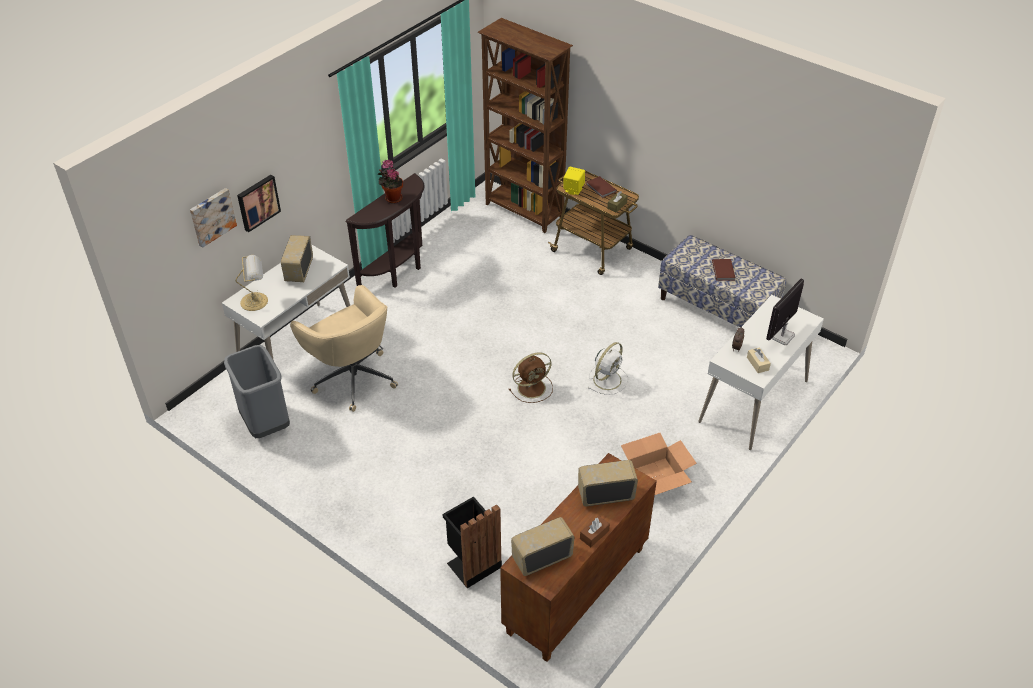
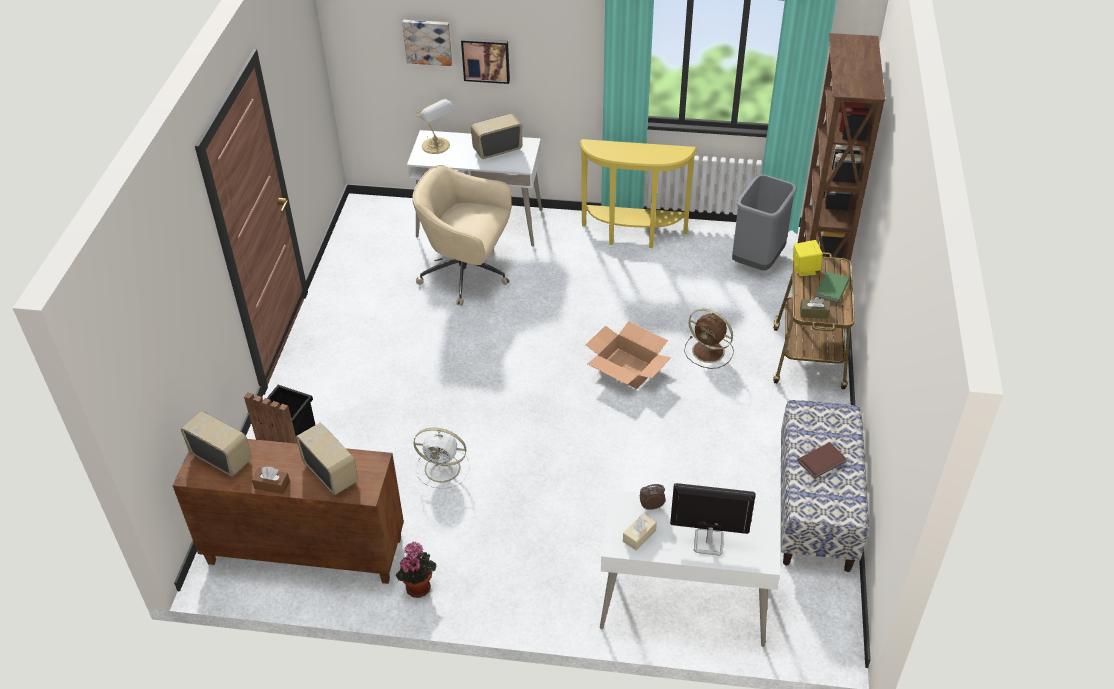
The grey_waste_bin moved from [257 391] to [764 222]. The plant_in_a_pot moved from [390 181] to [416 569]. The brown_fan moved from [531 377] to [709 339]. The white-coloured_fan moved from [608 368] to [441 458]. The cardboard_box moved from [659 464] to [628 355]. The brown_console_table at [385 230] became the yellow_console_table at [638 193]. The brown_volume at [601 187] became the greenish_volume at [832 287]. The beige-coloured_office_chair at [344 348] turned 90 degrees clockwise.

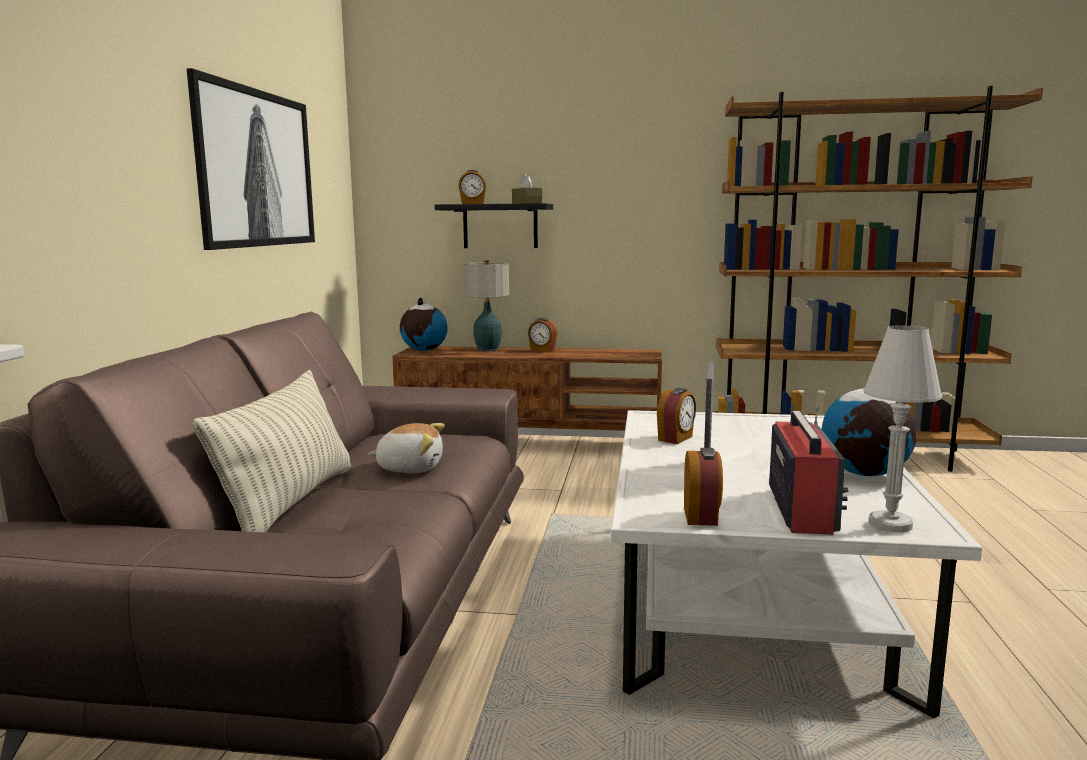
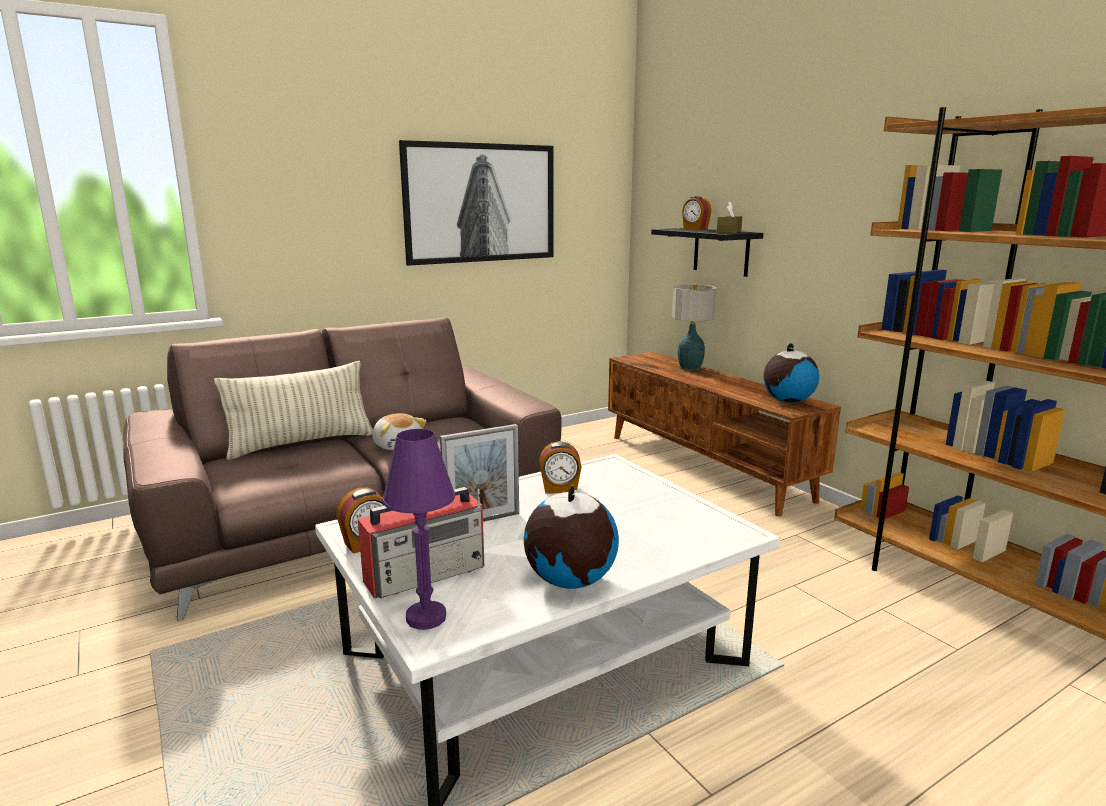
The table_clock at [543 335] disappeared. The desk_globe moved from [423 324] to [791 373]. The white-coloured_table_lamp at [902 429] became the purple-coloured_table_lamp at [418 529].

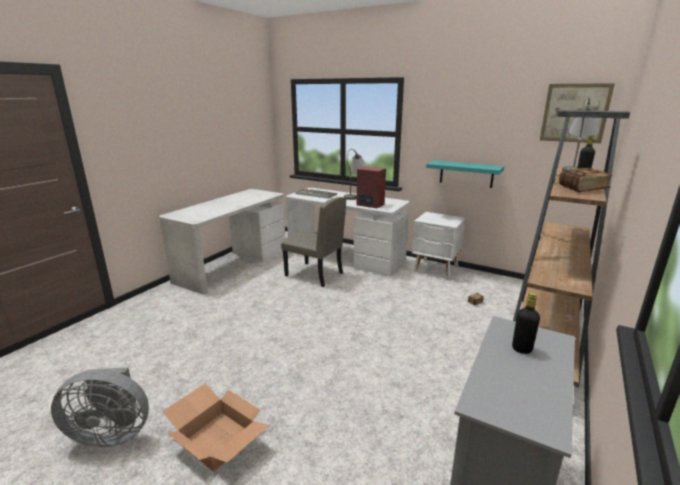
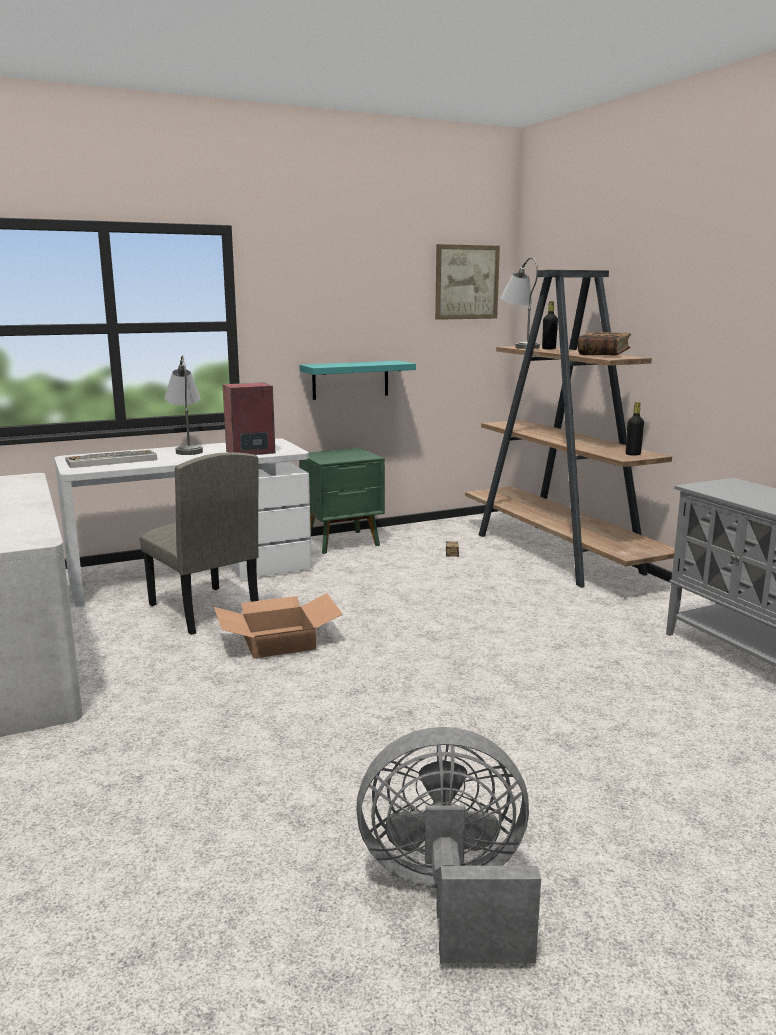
The cardboard_box moved from [215 427] to [278 626]. The black_beverage_bottle moved from [526 323] to [635 429]. The white-coloured_night_table at [439 246] became the greenish_night_table at [342 501]. The grey_fan at [100 407] turned 120 degrees counterclockwise. The beige-coloured_upright_chair at [313 242] turned 75 degrees clockwise.

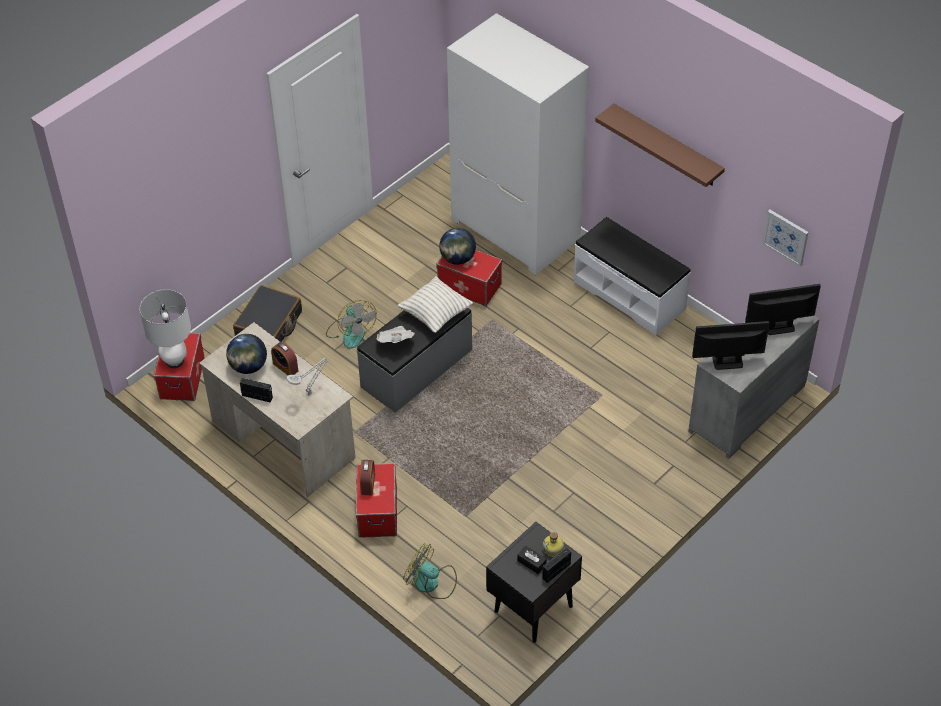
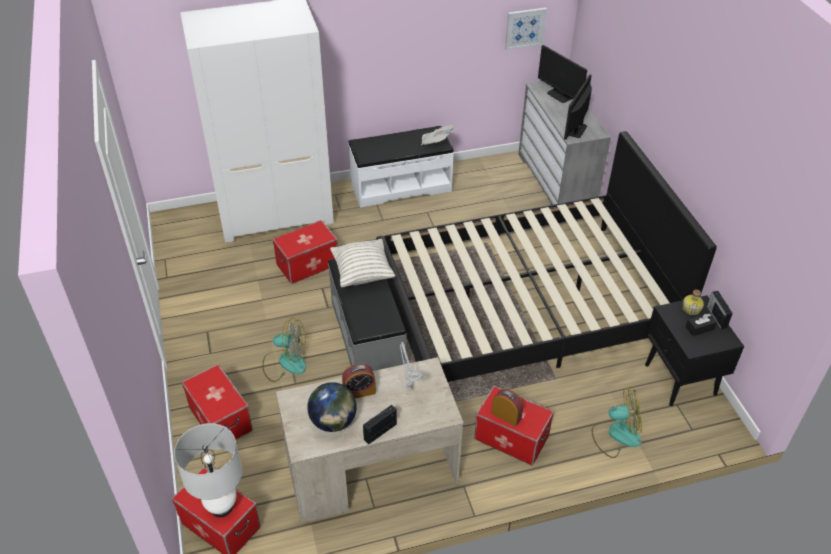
The desk_globe at [457 246] disappeared. The brown_wall_shelf at [660 145] disappeared. The black_sleeping_bed at [546 256] appeared. The newspaper moved from [396 334] to [437 135]. The black_piece_of_luggage at [267 313] was replaced by the storage_box at [217 407]. The fan at [430 571] turned 150 degrees counterclockwise. The computer_display at [783 309] turned 60 degrees counterclockwise.

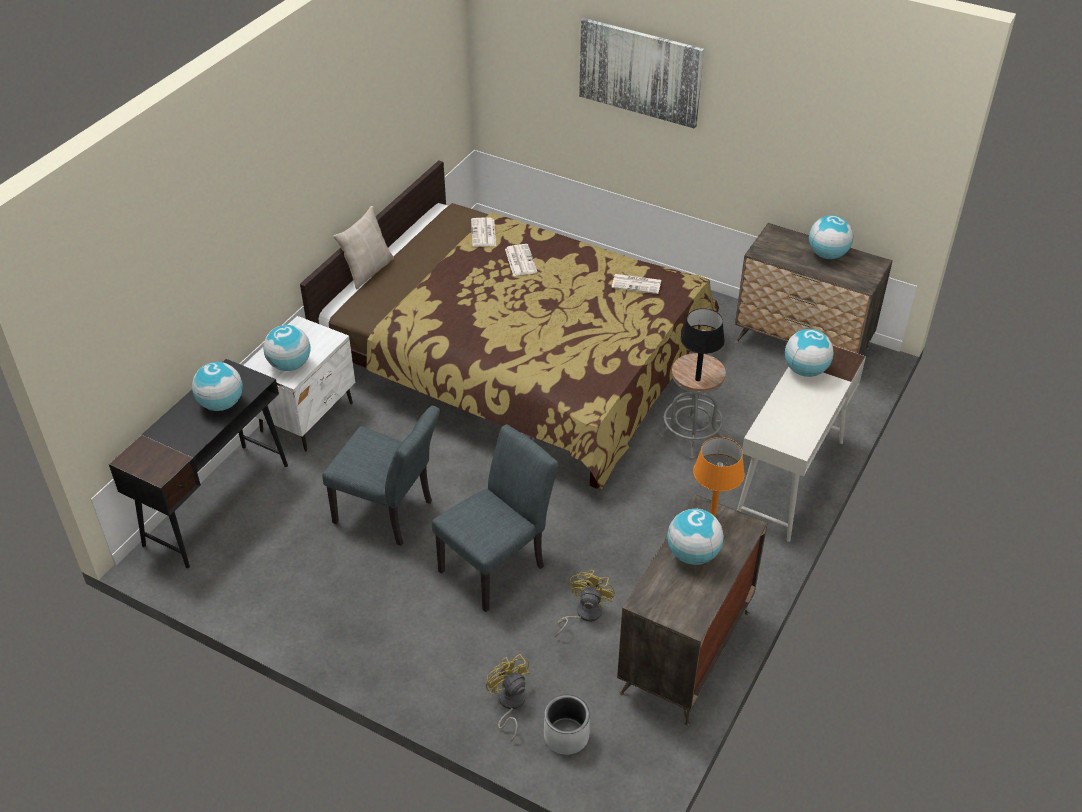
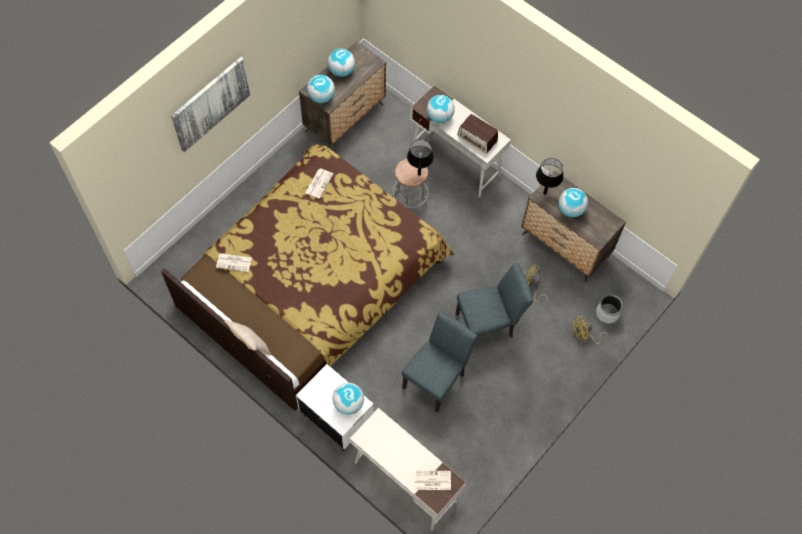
The radio at [477 133] appeared. The desk_globe moved from [217 386] to [321 89]. The newspaper moved from [521 260] to [432 480]. The black_desk_table at [198 463] became the white-coloured_desk_table at [408 469]. The orange_table_lamp at [719 476] became the black_table_lamp at [549 176]. The grey_upright_chair at [495 518] turned 105 degrees clockwise.

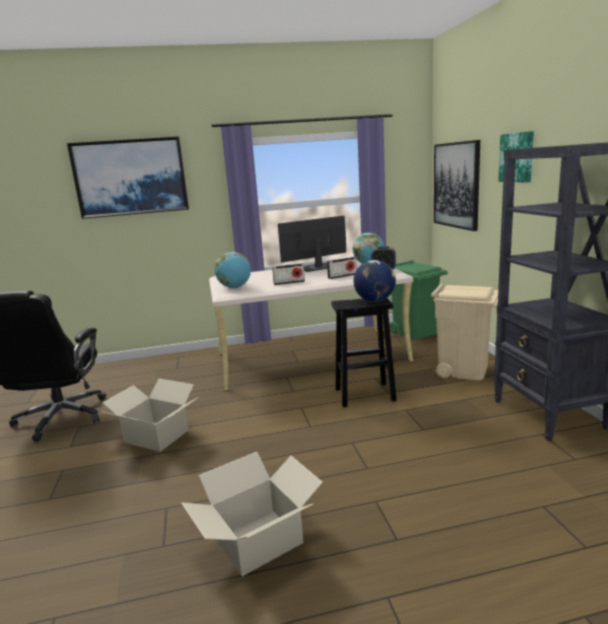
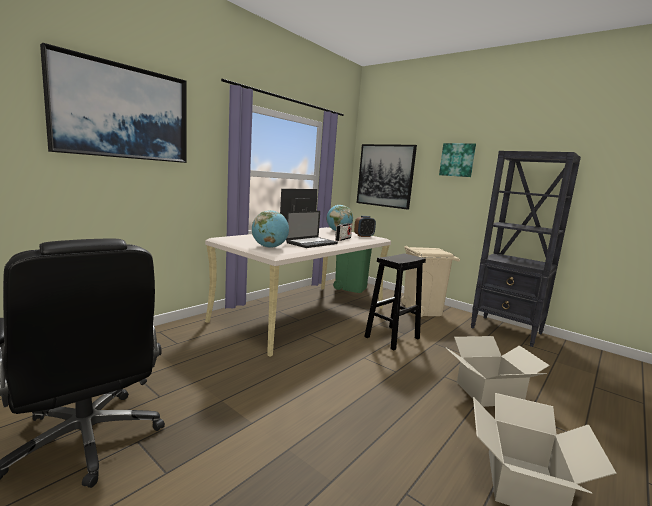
The desk_globe at [375 281] disappeared. The cardboard_box moved from [150 415] to [497 371]. The radio at [288 274] was replaced by the portable_computer at [312 229].

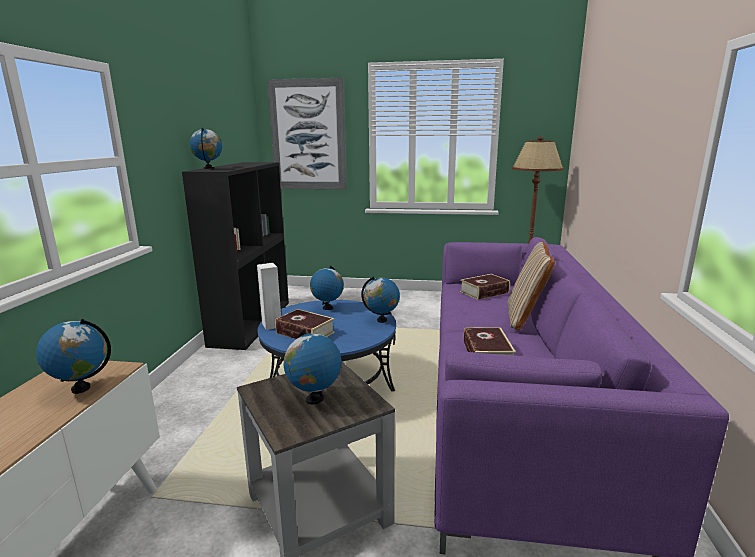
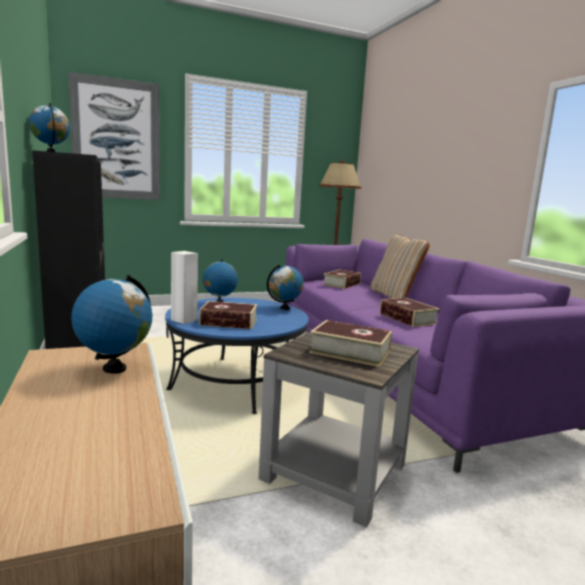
The desk_globe at [312 367] was replaced by the volume at [350 343].

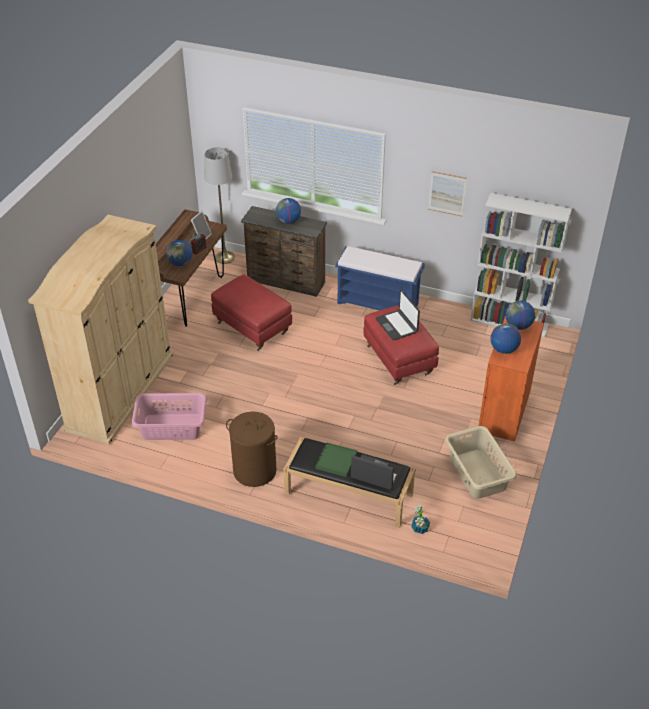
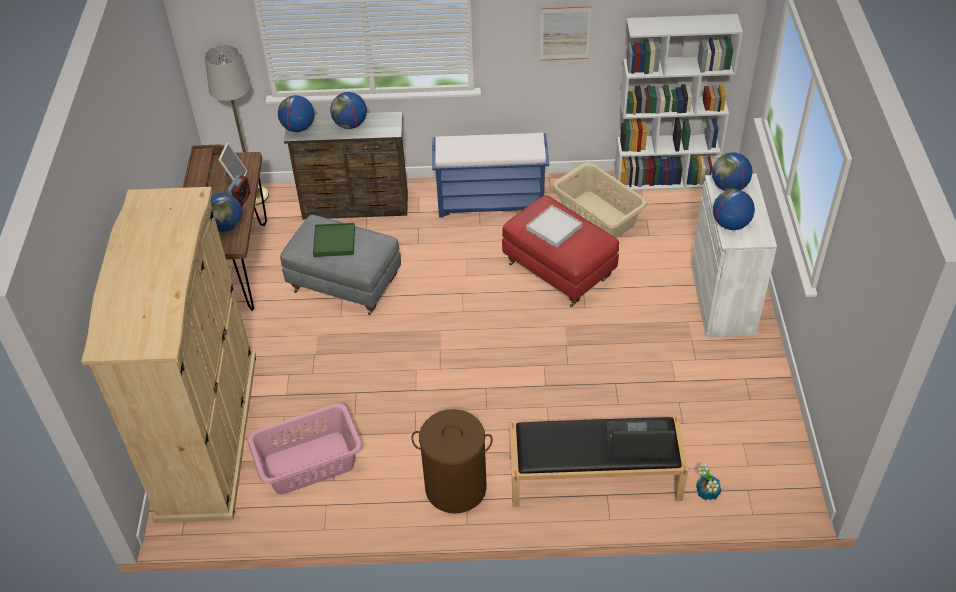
The desk_globe at [296 113] appeared. The greenish_serving_tray moved from [336 459] to [334 240]. The beige-coloured_hamper moved from [481 462] to [600 200]. The portable_computer at [398 314] was replaced by the white-coloured_serving_tray at [554 226]. The reddish_pouffe at [251 312] became the grey_pouffe at [340 265]. The orange_cabinet at [511 378] became the white-coloured_cabinet at [734 255].

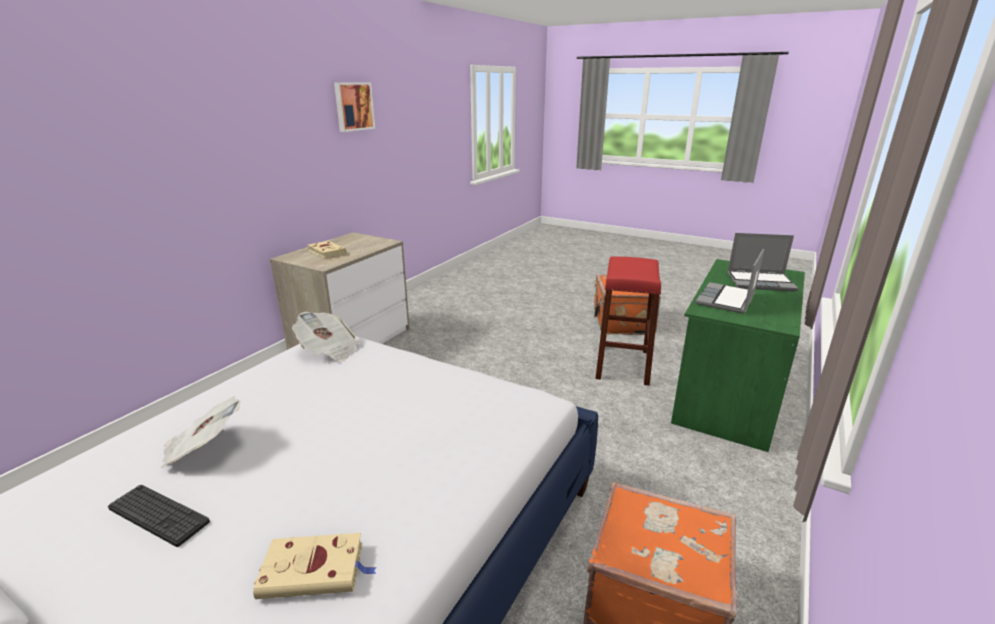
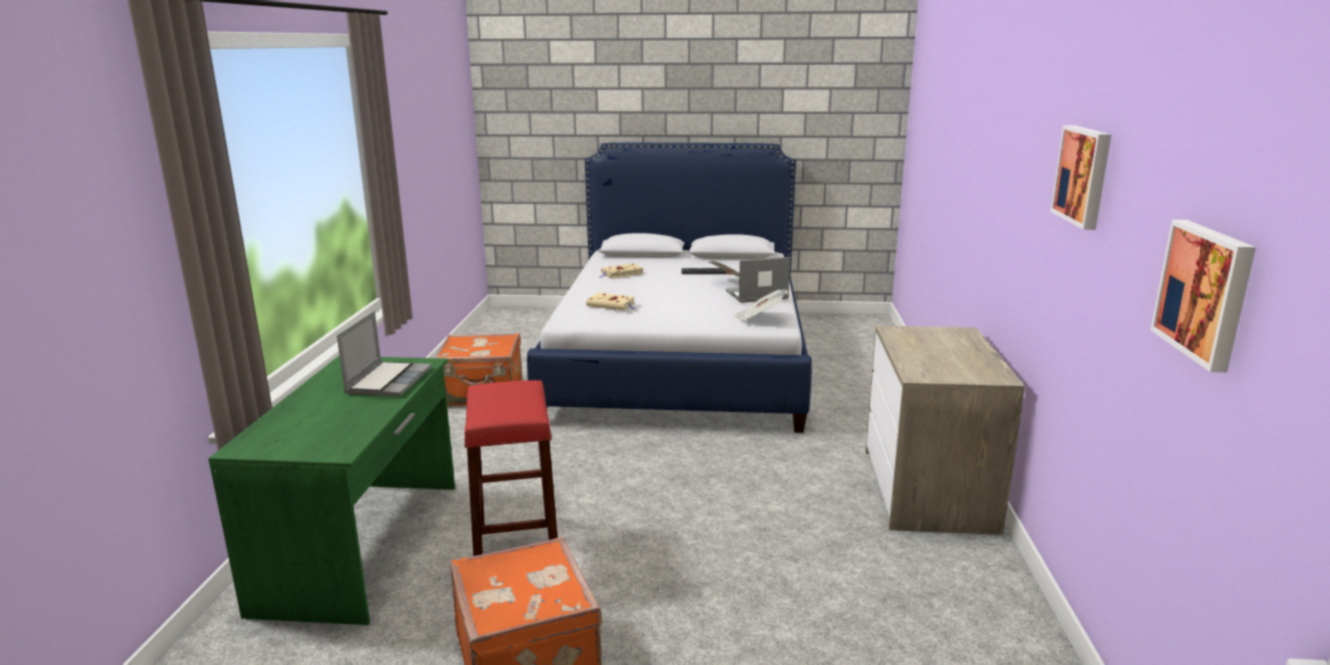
The wall_picture at [1203 296] appeared. The beige-coloured_volume moved from [326 250] to [611 301]. The portable_computer moved from [763 262] to [758 280].

